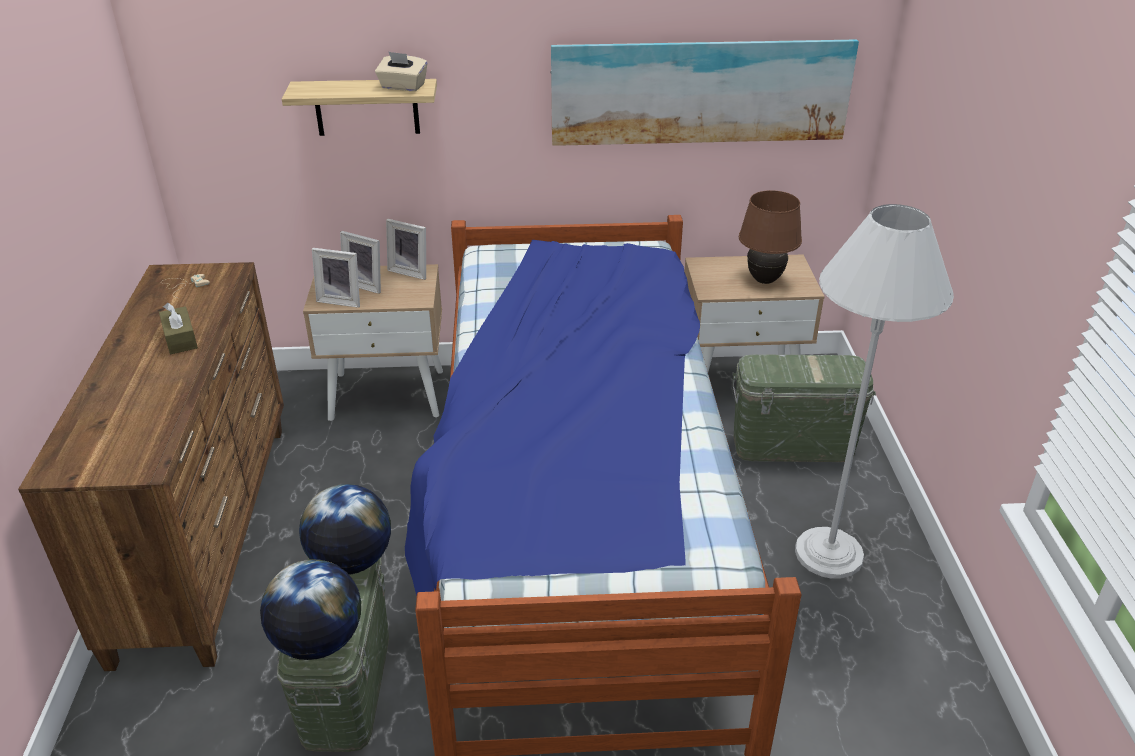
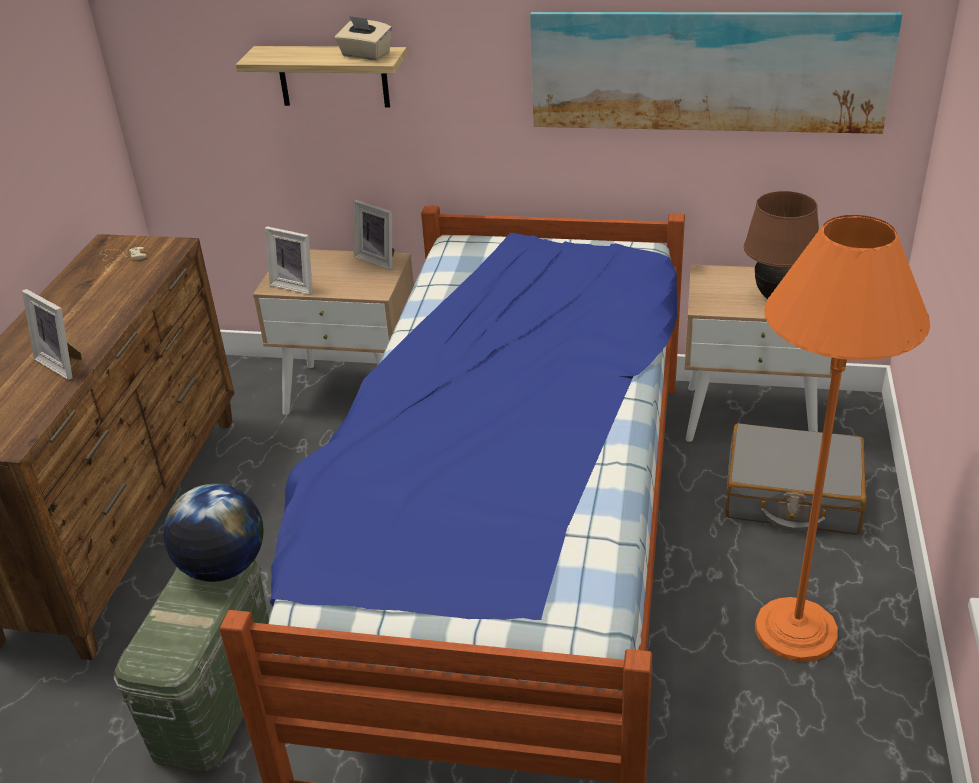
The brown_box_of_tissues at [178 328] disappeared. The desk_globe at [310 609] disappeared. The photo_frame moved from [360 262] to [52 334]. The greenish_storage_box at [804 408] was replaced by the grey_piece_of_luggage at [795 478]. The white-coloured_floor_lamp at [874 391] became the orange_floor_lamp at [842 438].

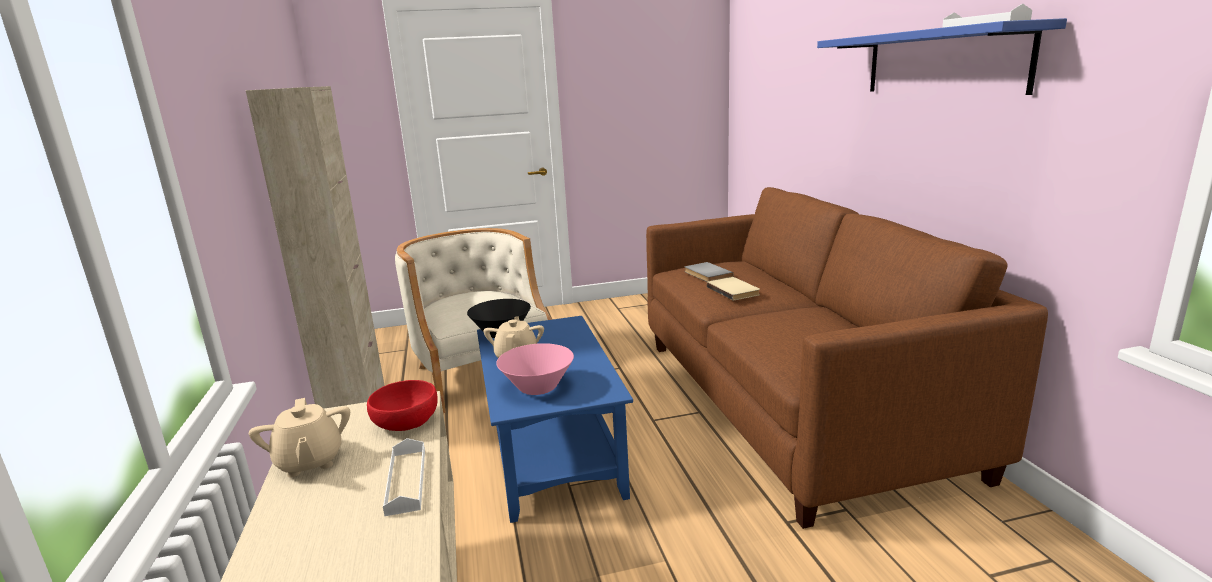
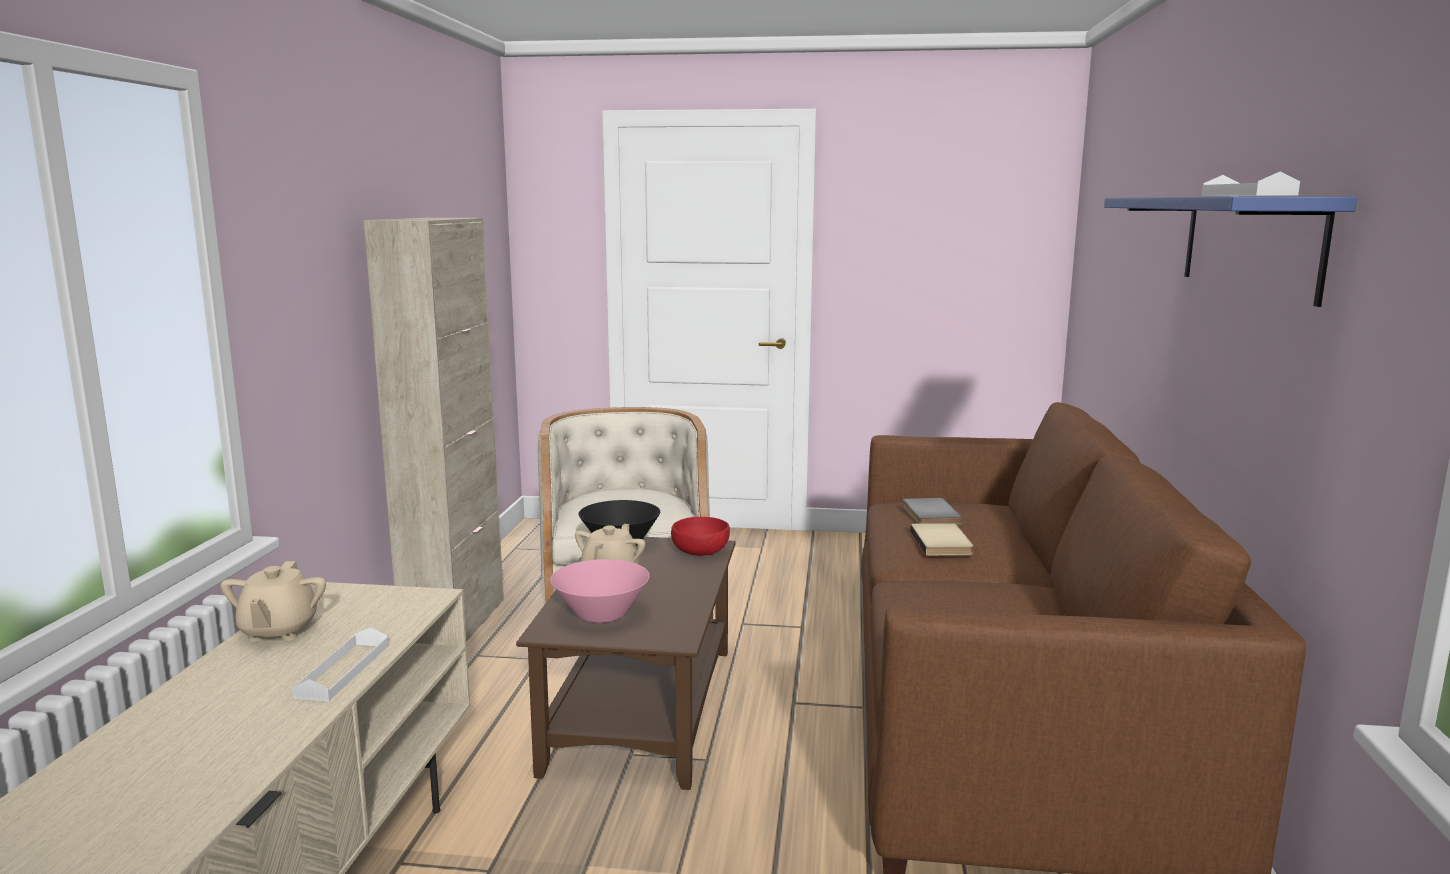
The reddish_deep_dish moved from [402 405] to [700 536]. The bluish_lounge_table at [555 419] became the brown_lounge_table at [626 663].

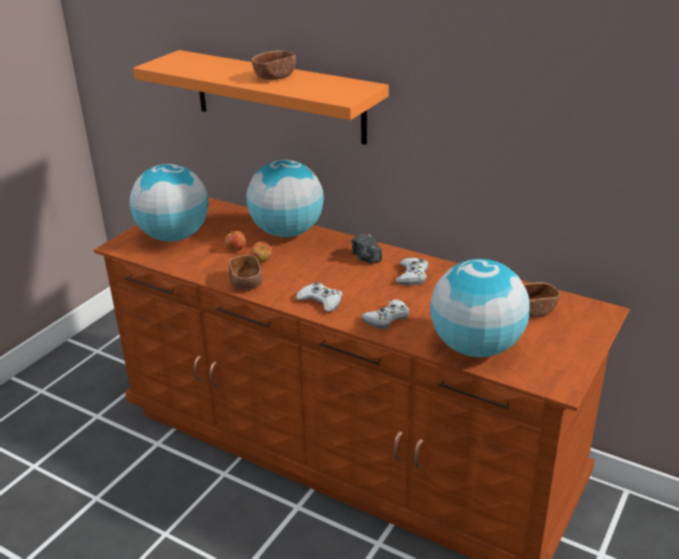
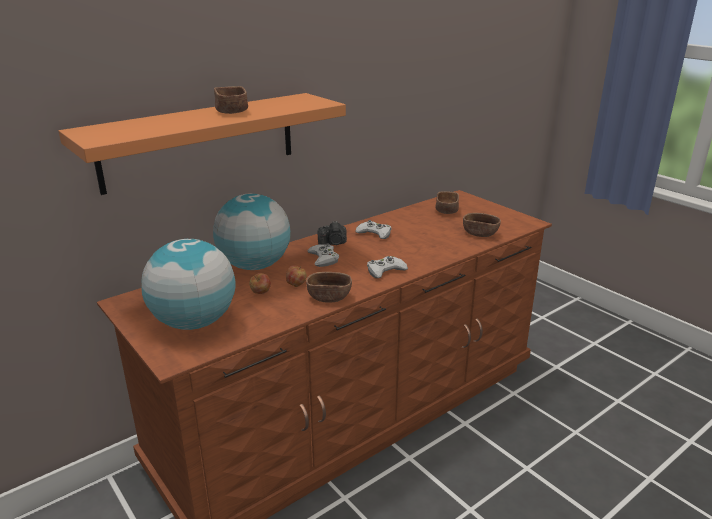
The white-coloured_gamepad moved from [385 314] to [323 255]. The desk_globe at [480 308] was replaced by the brown_deep_dish at [482 225].

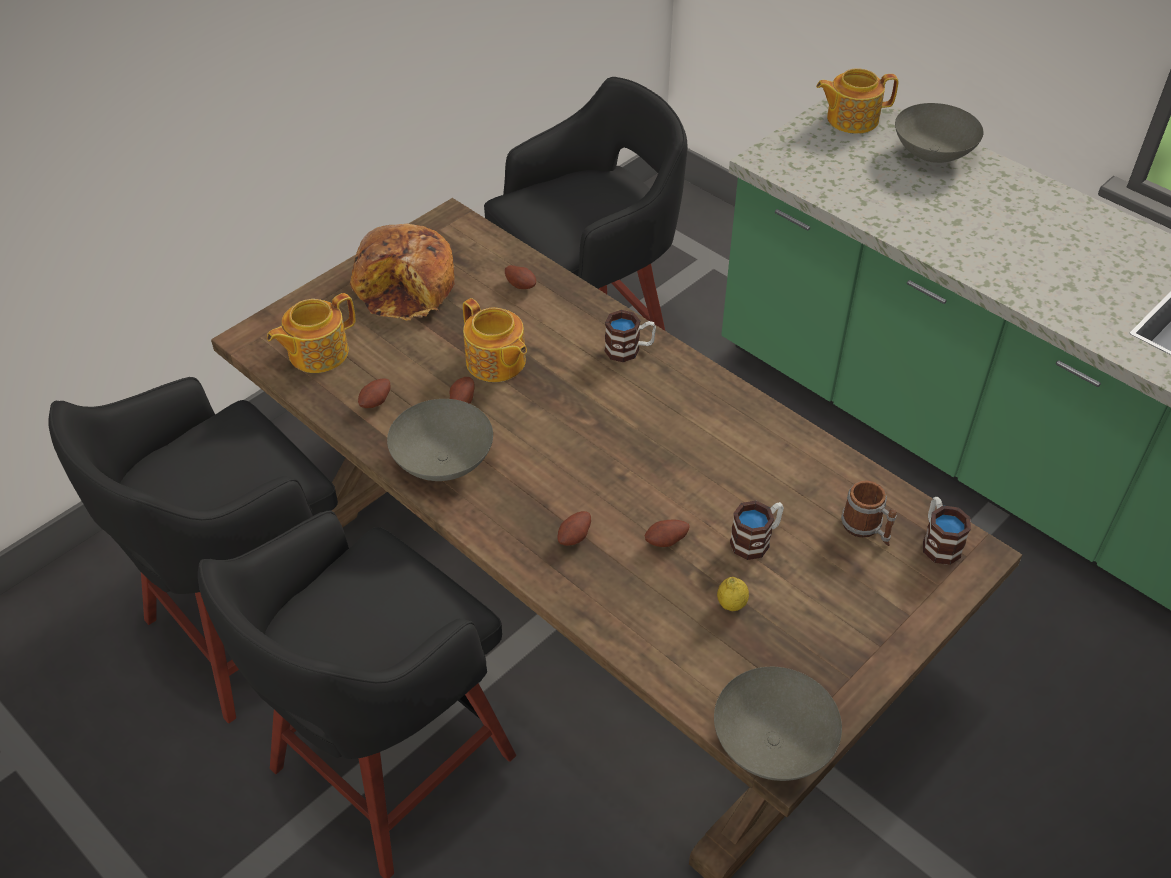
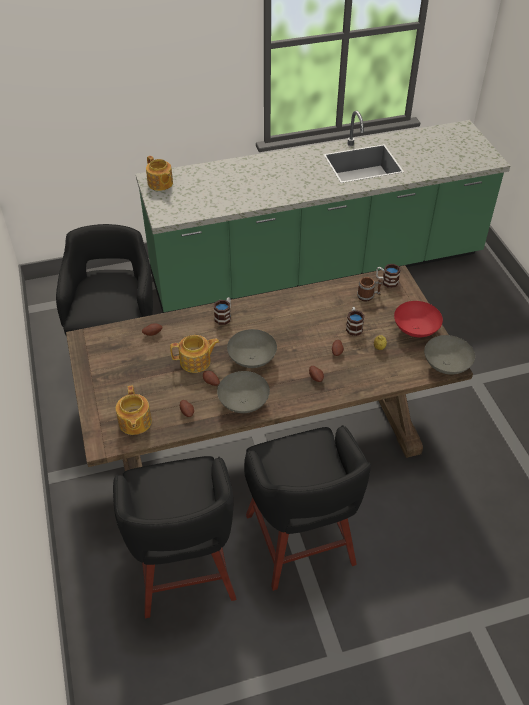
The bakery_bread at [402 271] disappeared. The reddish_deep_dish at [418 319] appeared. The grey_deep_dish moved from [939 133] to [252 348]. The teapot at [857 101] turned 60 degrees counterclockwise.

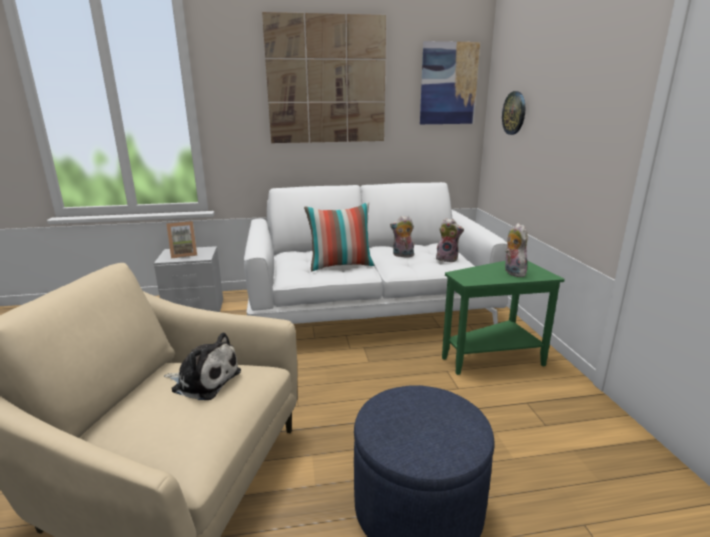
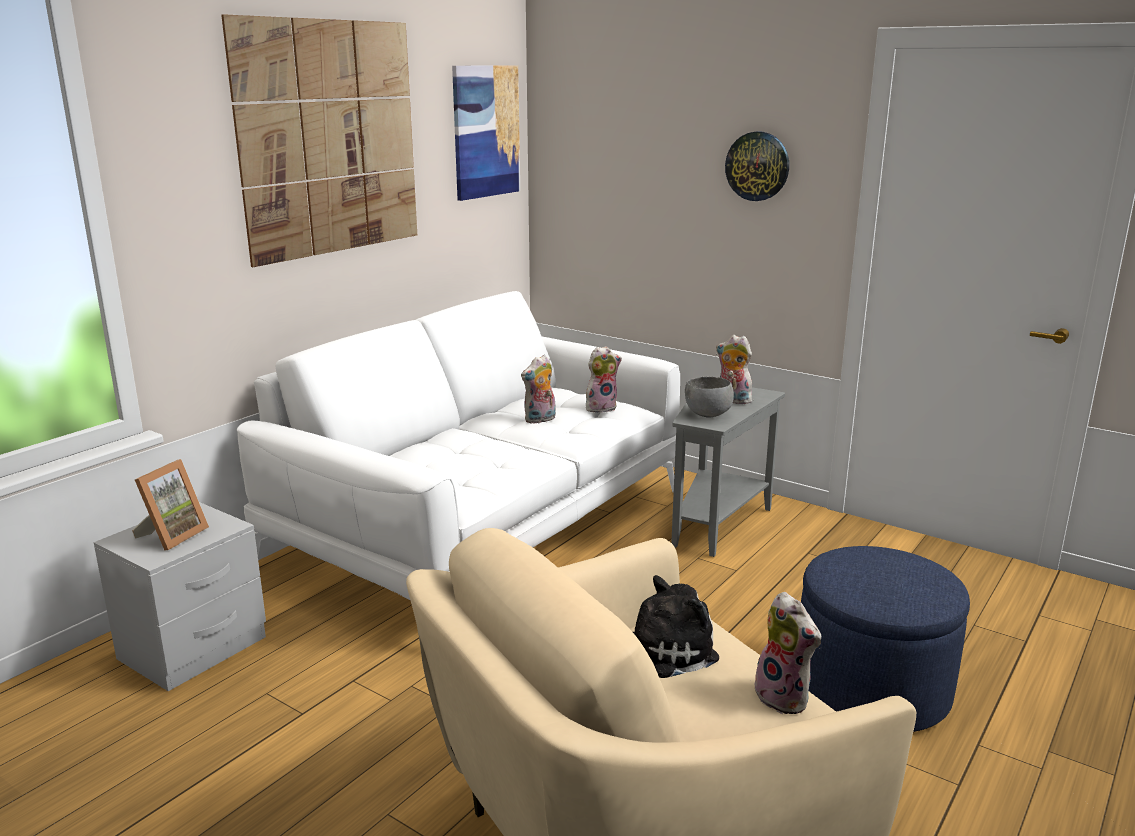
The throw_pillow at [339 237] disappeared. The grey_deep_dish at [709 397] appeared. The plush_toy at [787 653] appeared. The clock_on_the_wall moved from [513 113] to [757 166]. The greenish_end_table at [503 318] became the grey_end_table at [728 472].

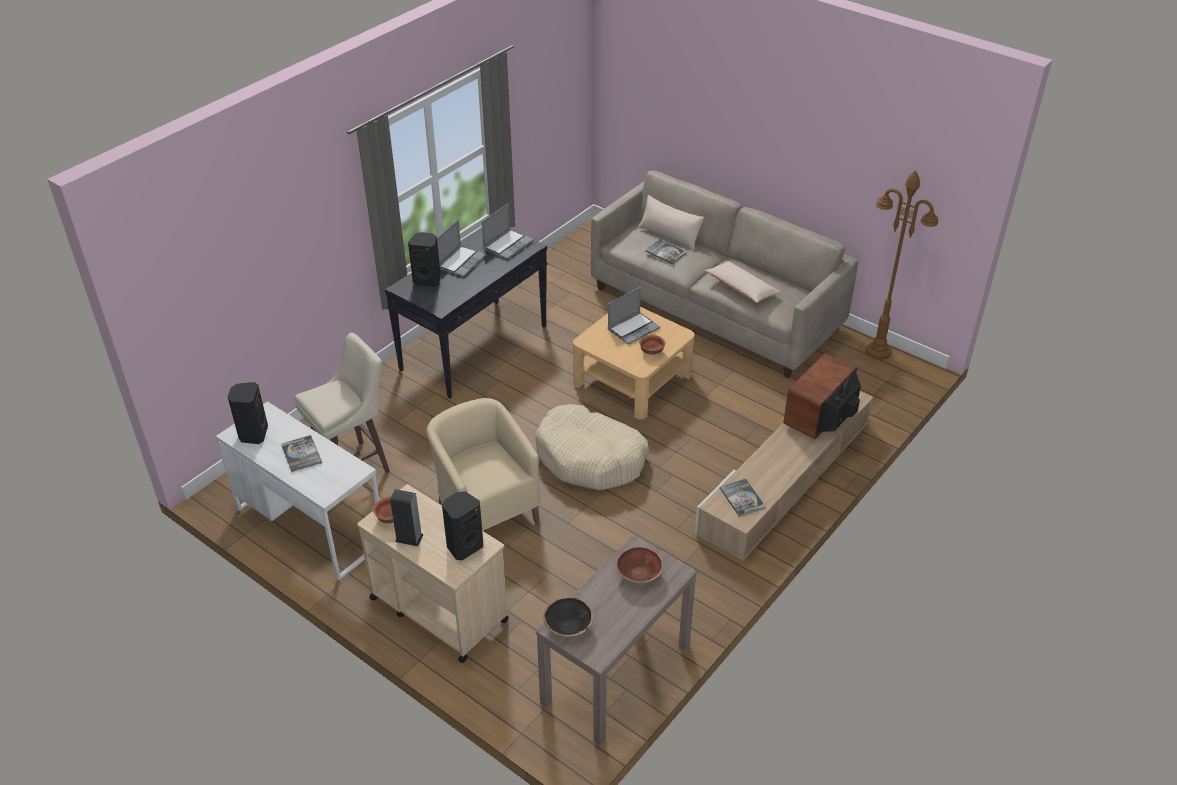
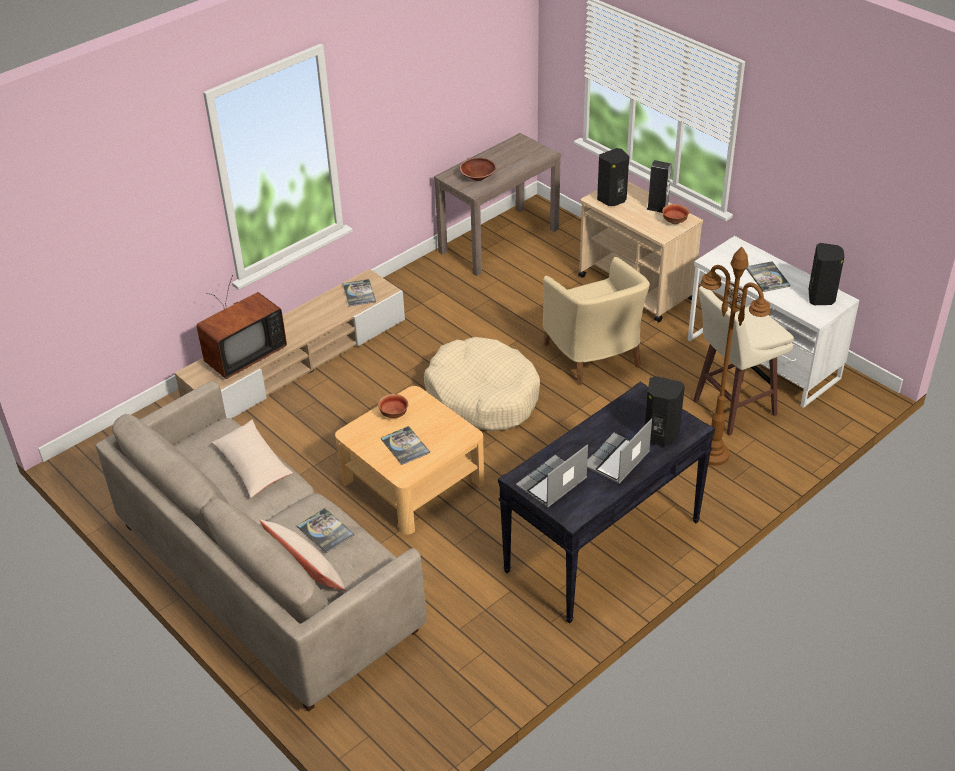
The black_deep_dish at [568 617] disappeared. The brown_floor_lamp moved from [902 265] to [735 356]. The portable_computer at [634 316] was replaced by the volume at [405 445].

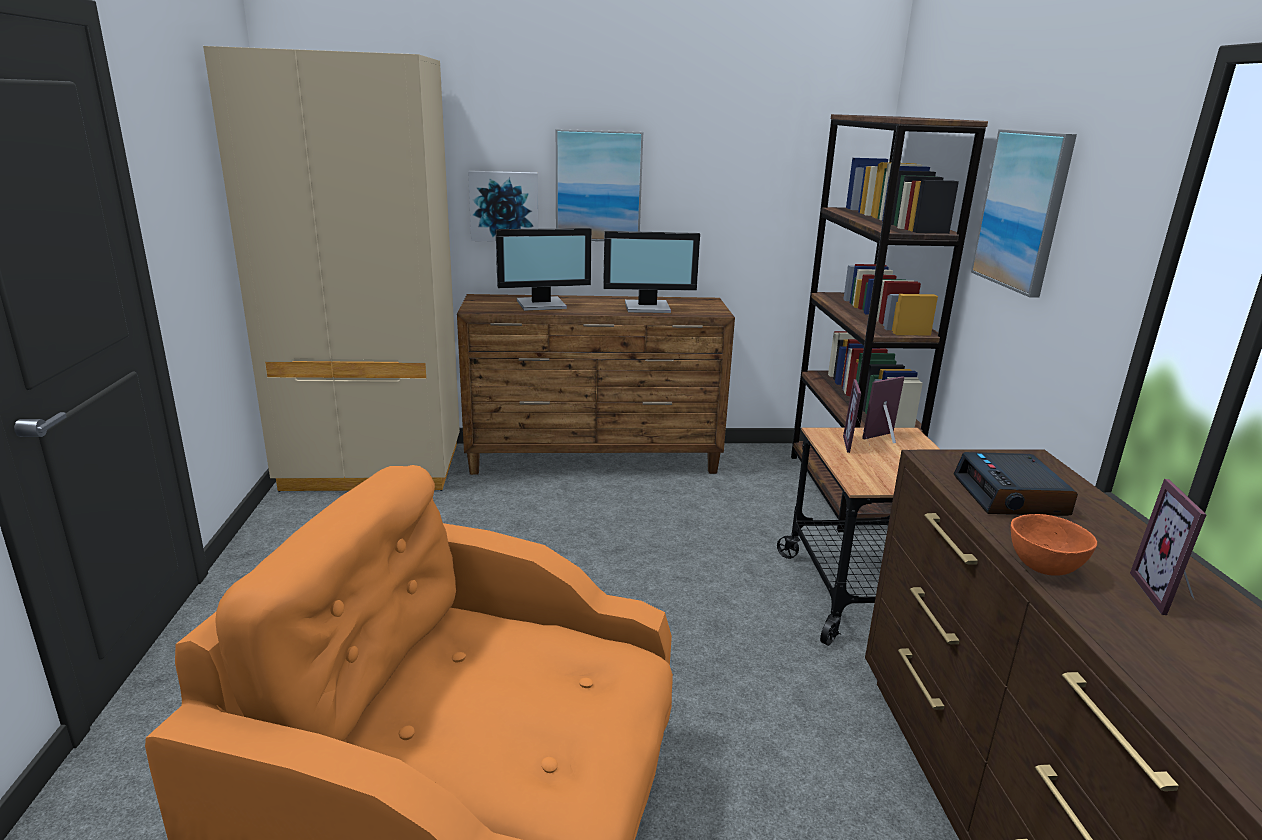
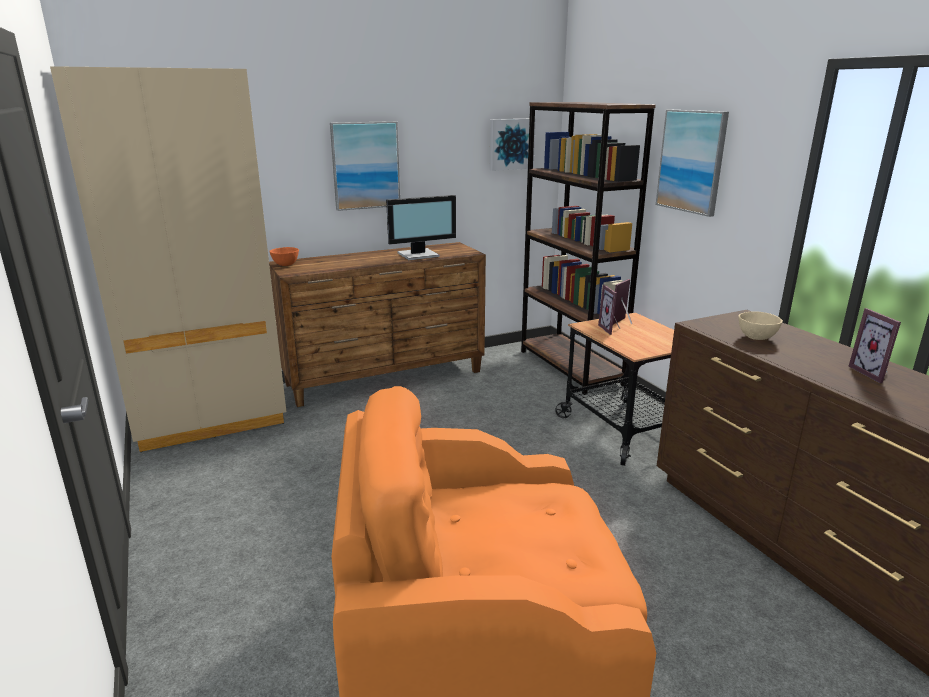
The computer_display at [544 269] disappeared. The wall_picture moved from [503 206] to [513 145]. The orange_deep_dish moved from [1053 545] to [284 256]. The table_clock at [1016 484] was replaced by the beige-coloured_deep_dish at [760 325].

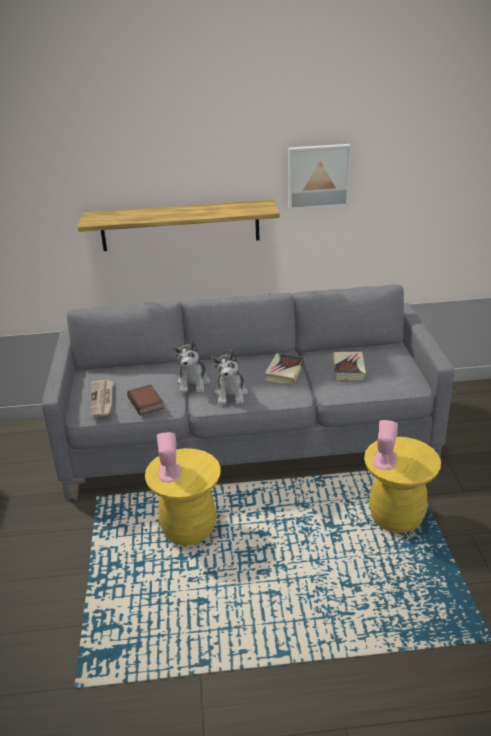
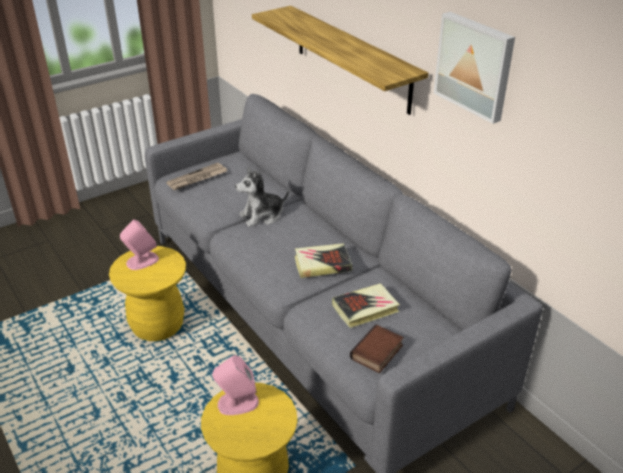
The plush_toy at [229 377] disappeared. The volume moved from [145 400] to [377 348].

